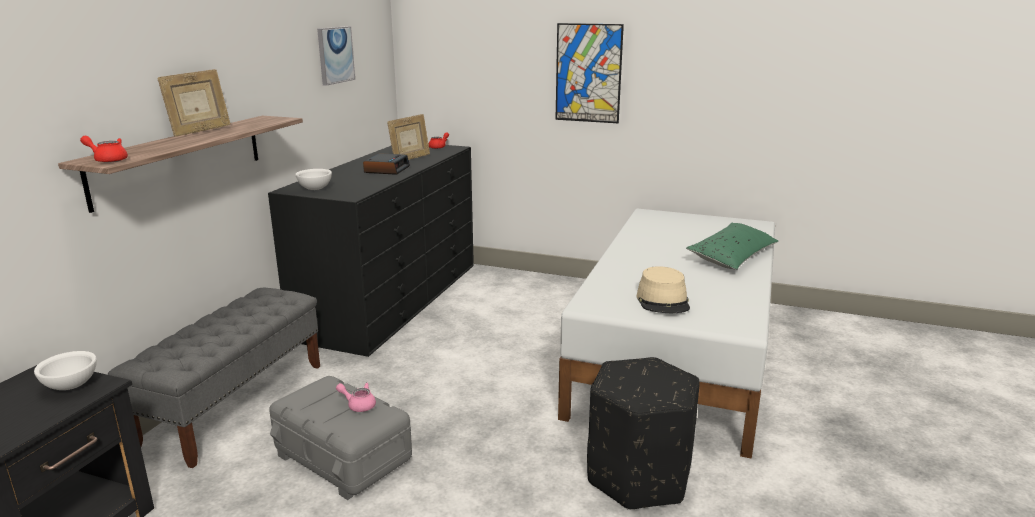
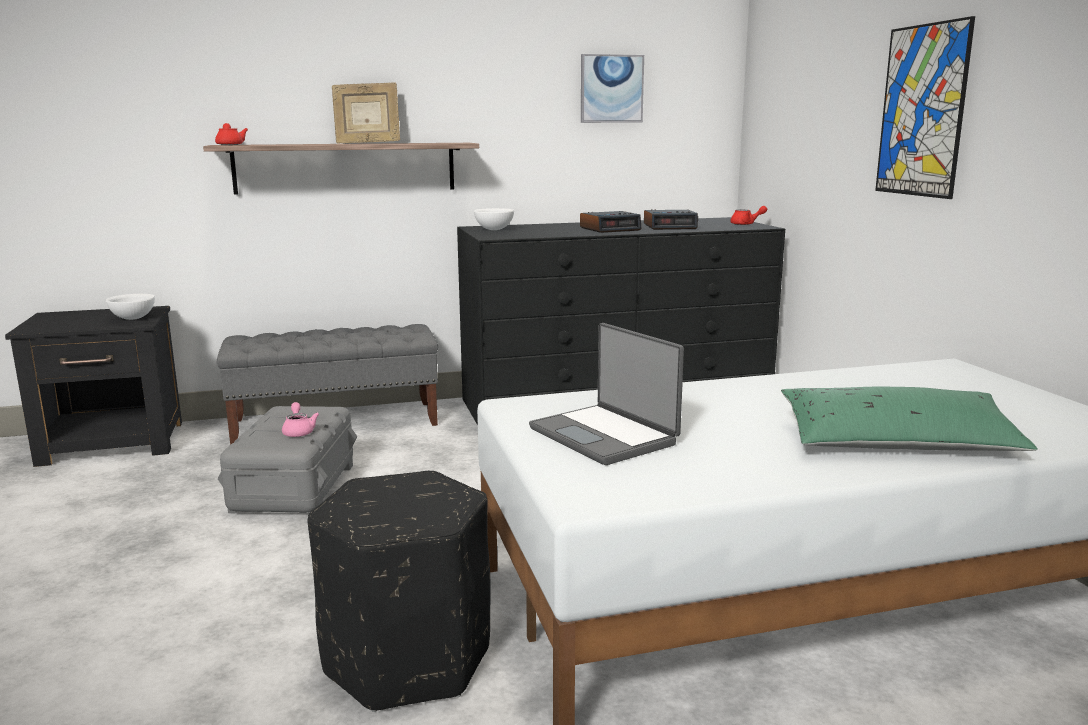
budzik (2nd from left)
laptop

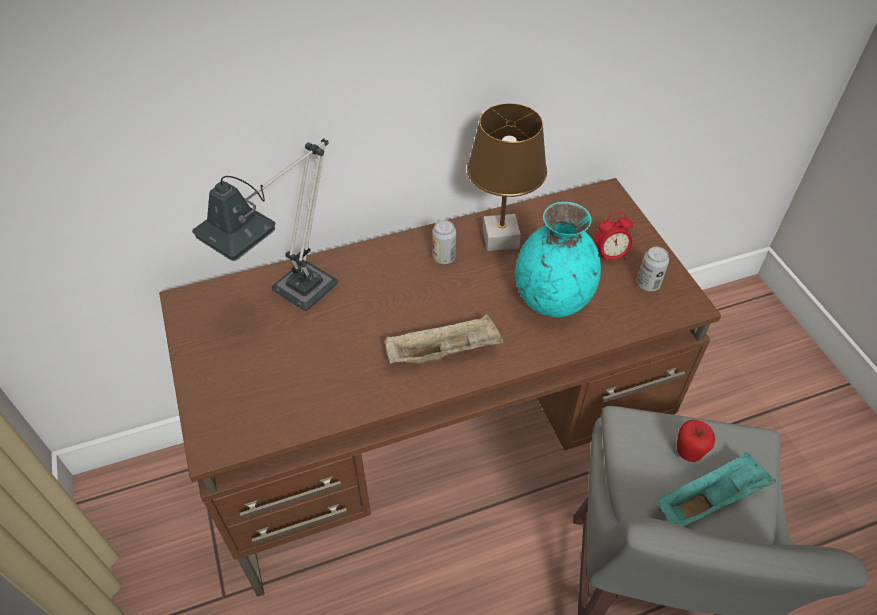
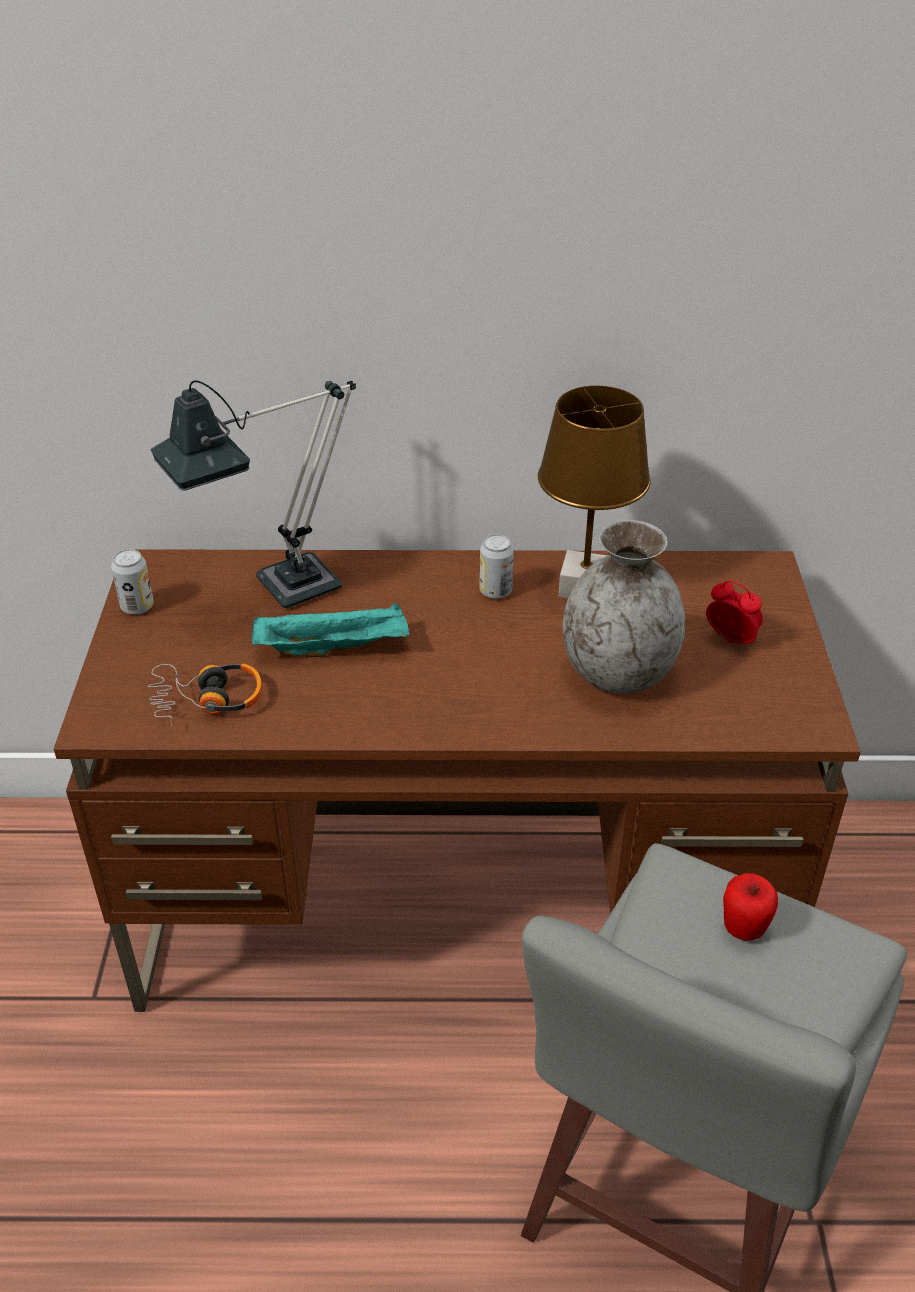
taca [beżowy]
wazon [szary]
budzik
puszka (1st from left)
taca [turkusowy]
słuchawki

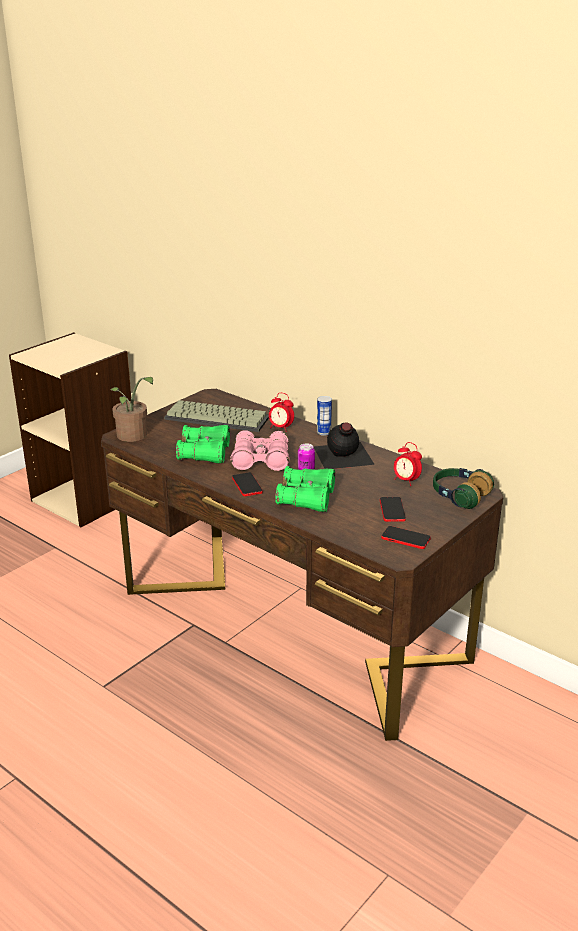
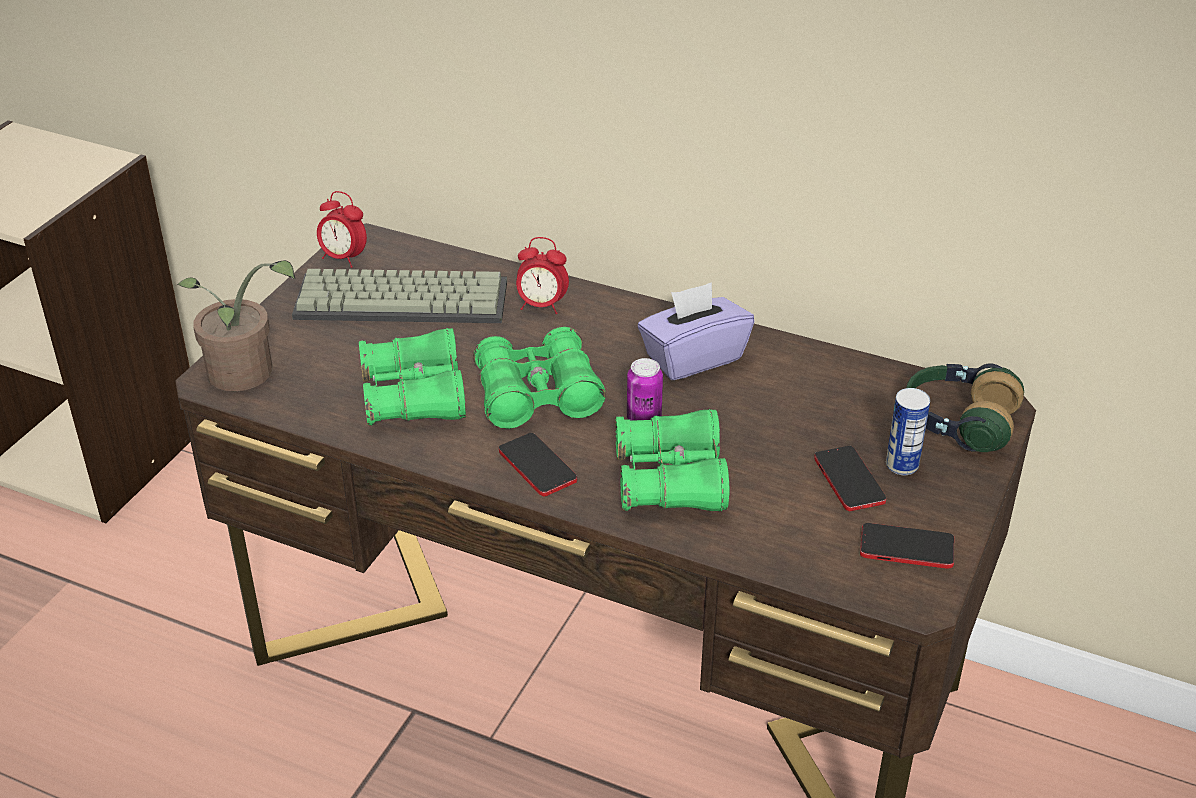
lornetka [zielony] (2nd from left)
pudełko chusteczek [fioletowy]
puszka (2nd from left)
budzik (1st from left)

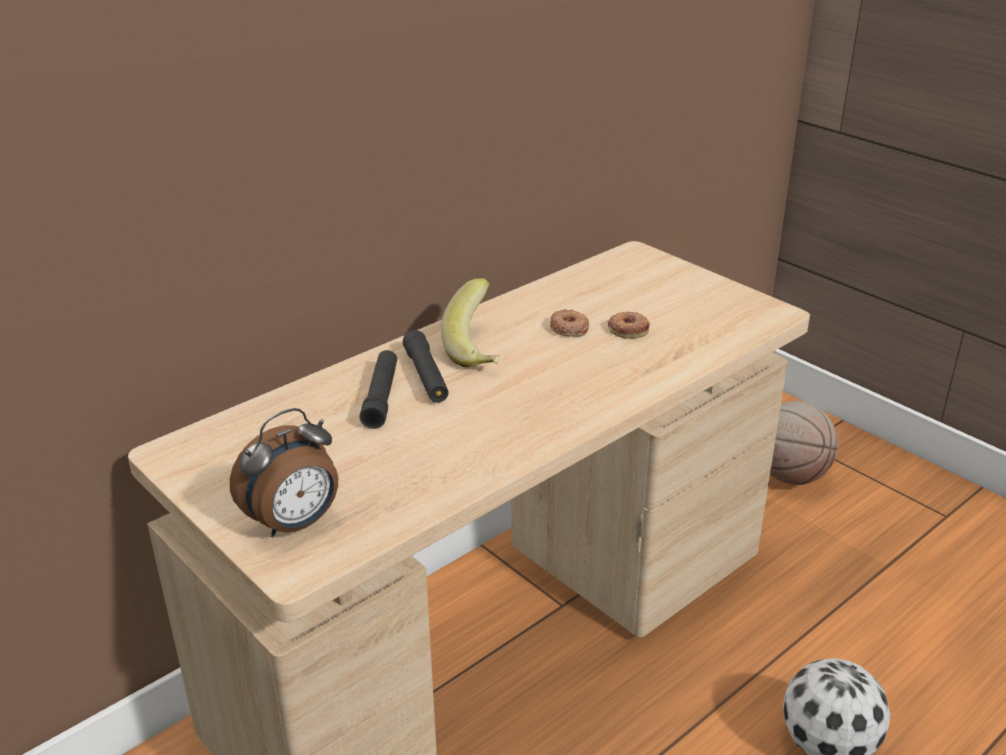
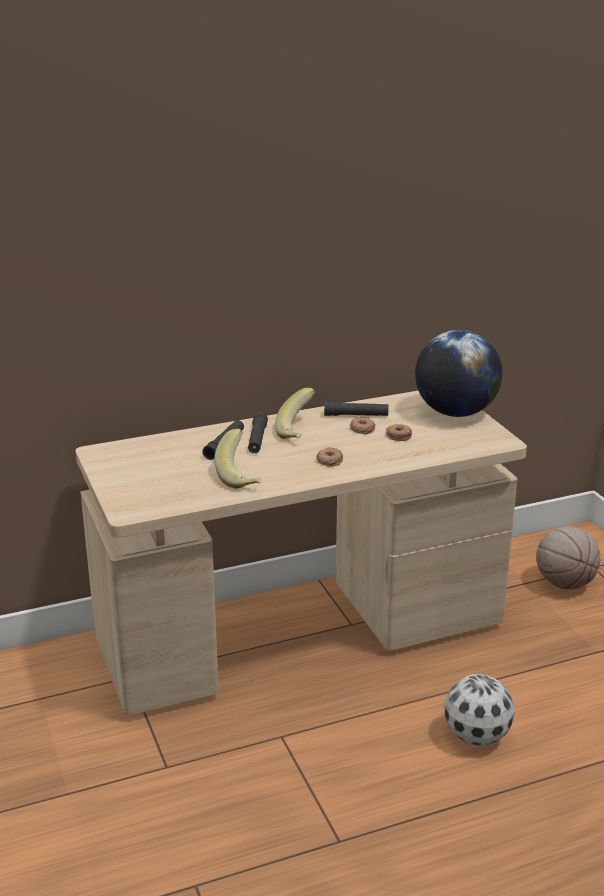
budzik
banan (1st from left)
donut (1st from left)
latarka [czarny] (3rd from left)
globus

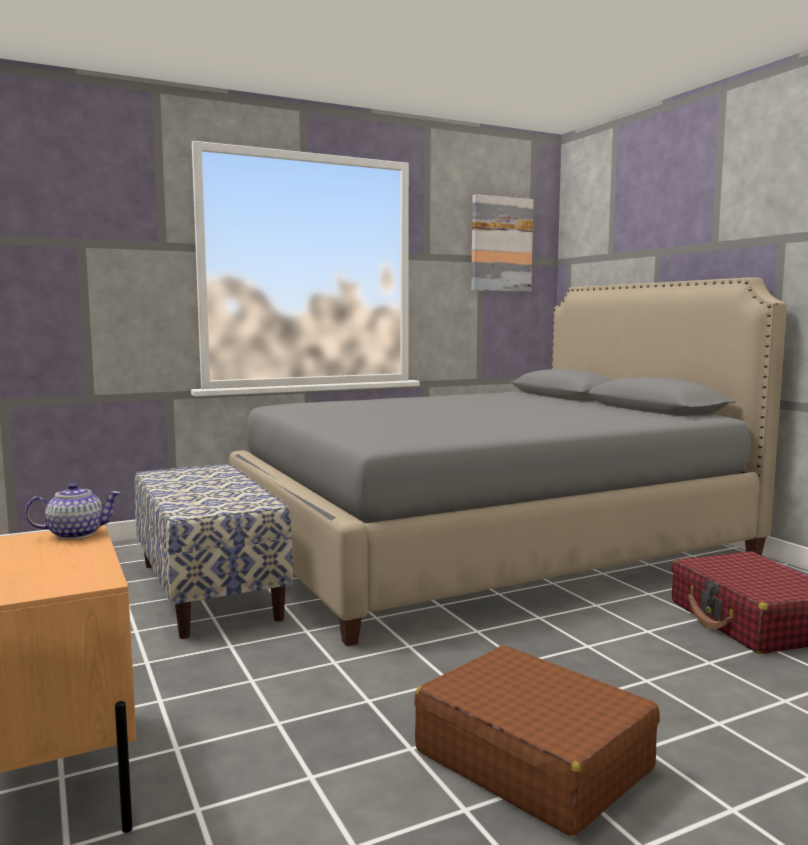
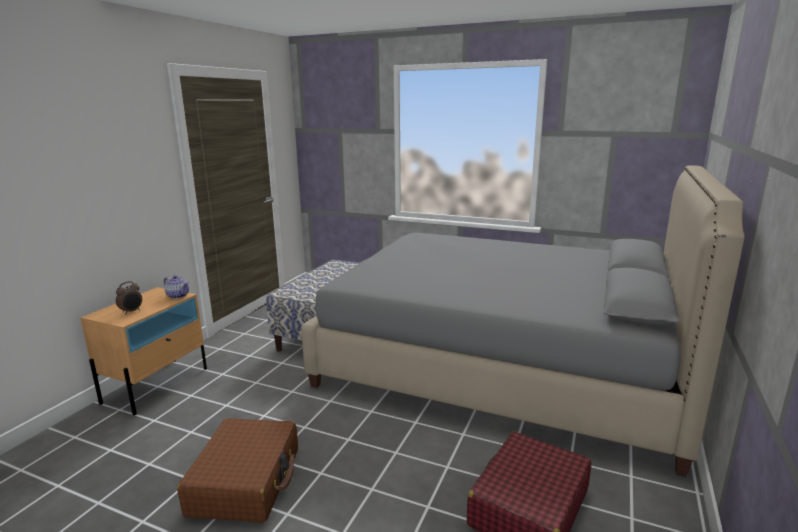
obraz
budzik

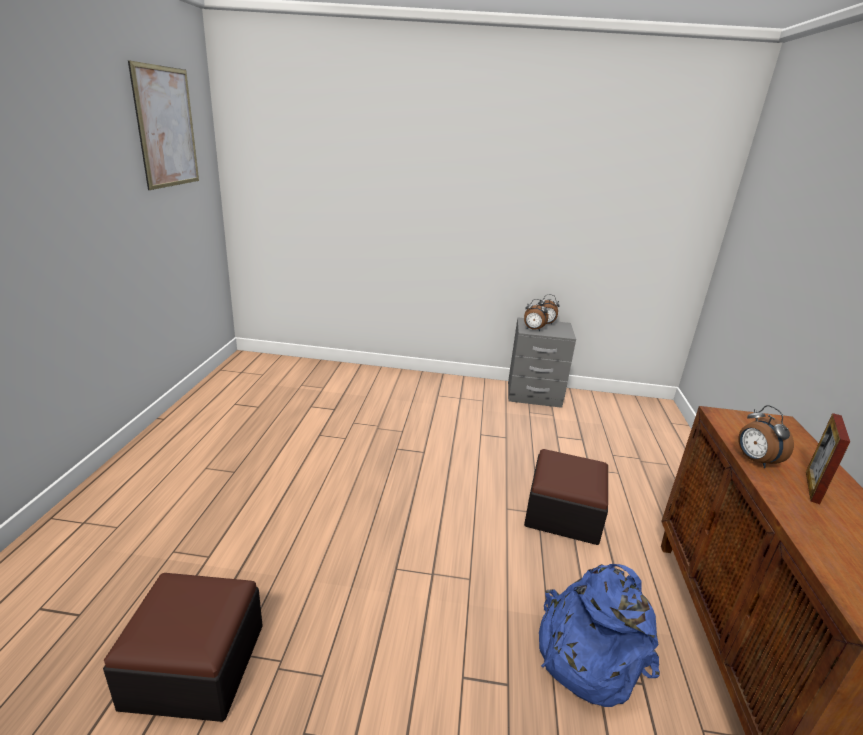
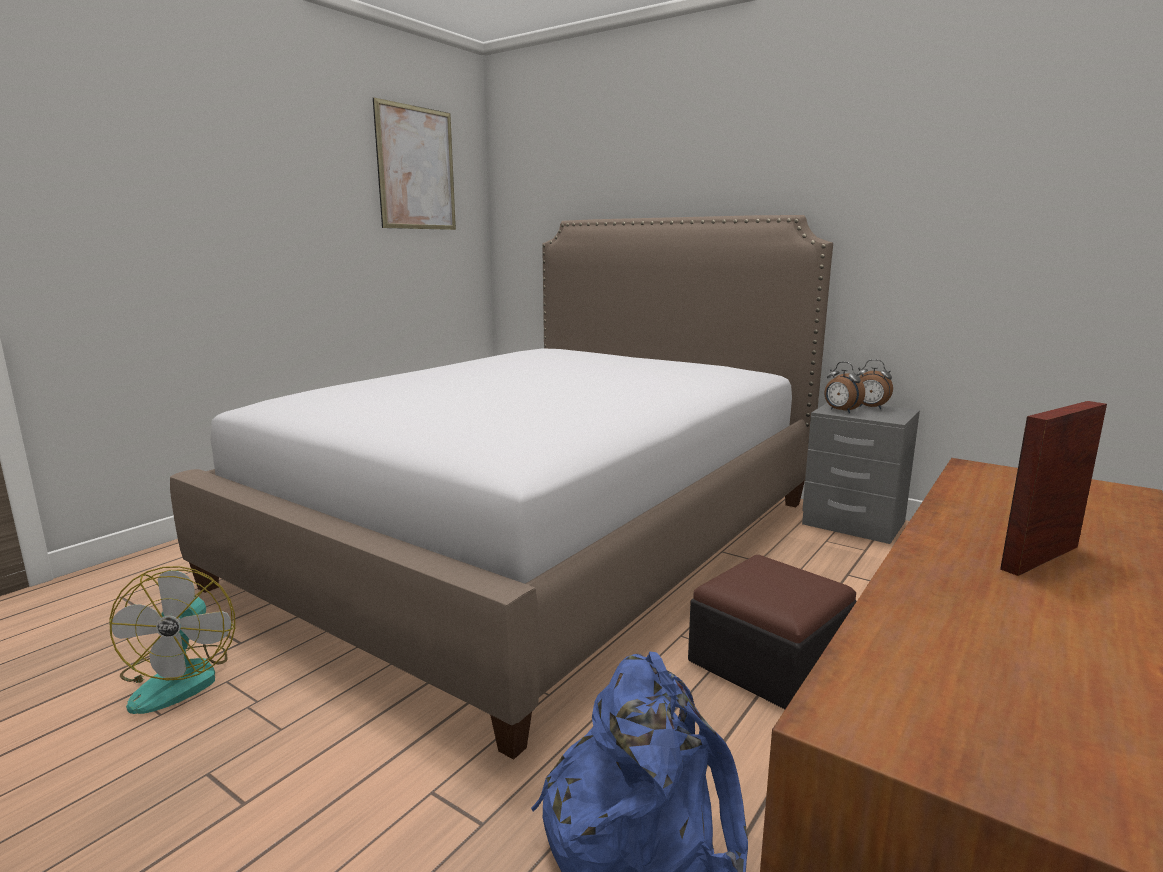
wentylator
budzik (3rd from left in the first image)
łóżko

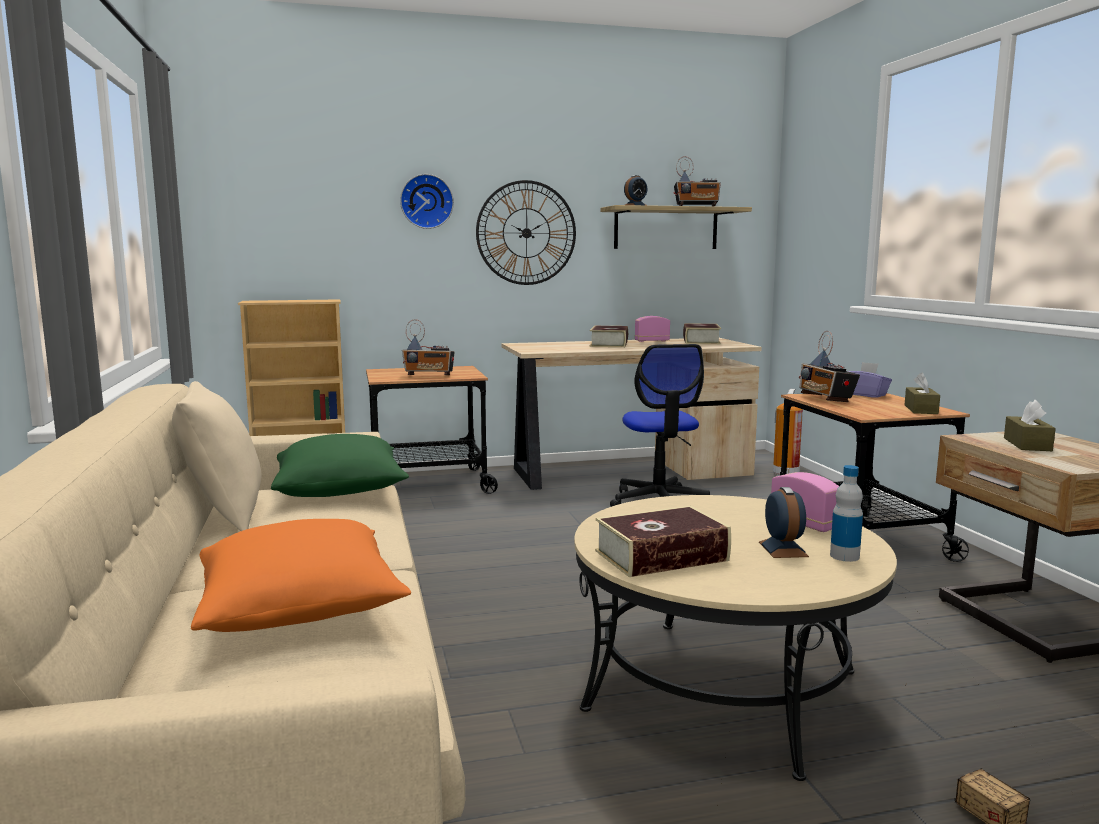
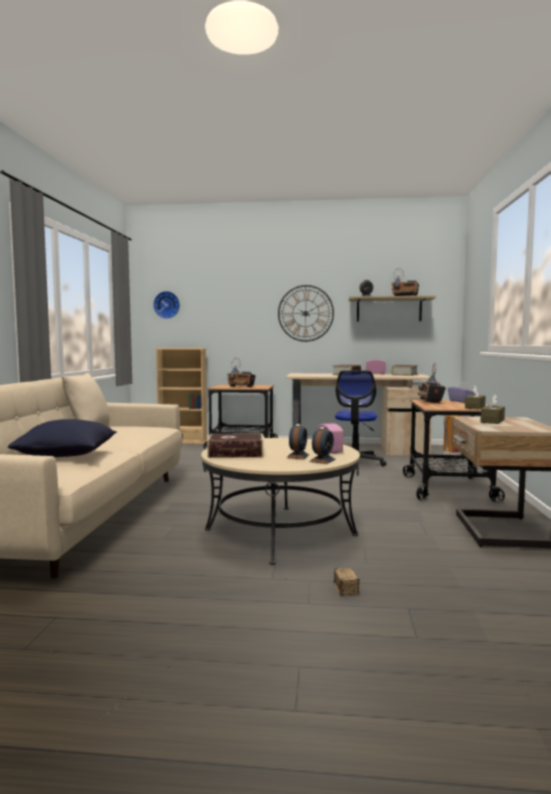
poduszka [niebieski]
poduszka [zielony]
zegar ścienny (1st from left)
budzik (2nd from left)

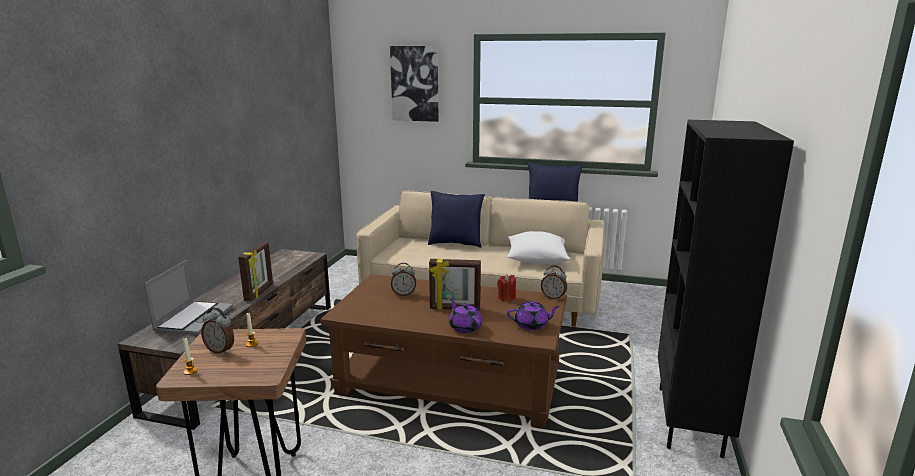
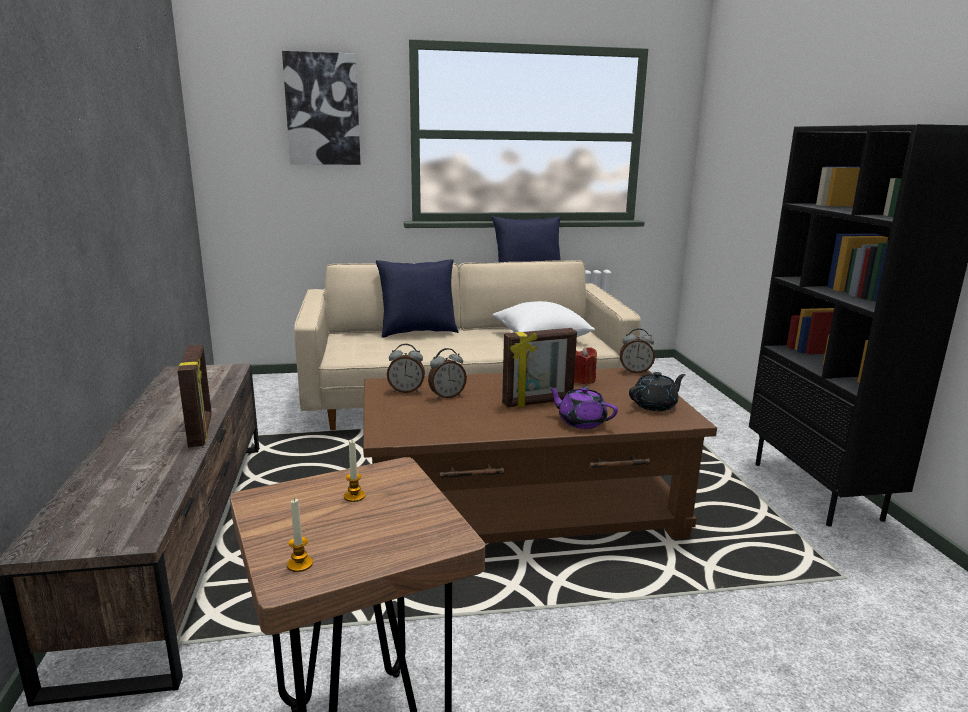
laptop
budzik (1st from left)
imbryk [czarny]

